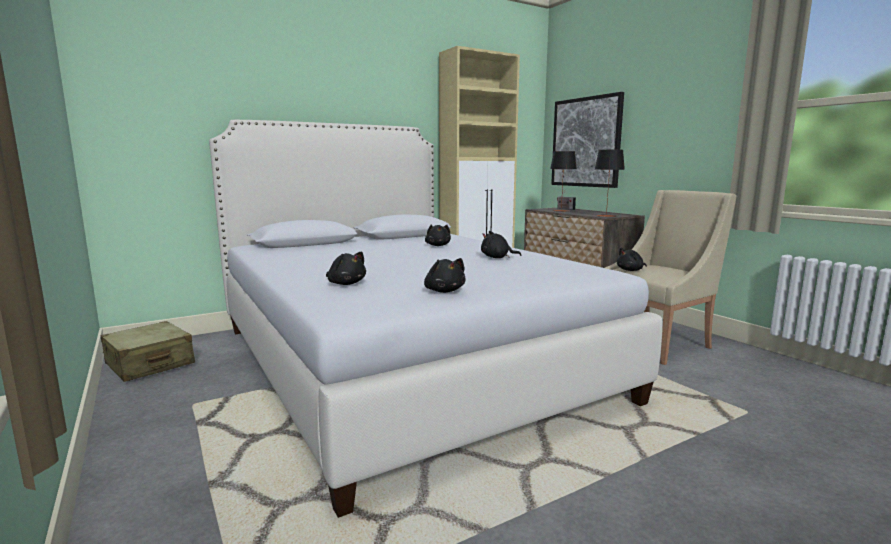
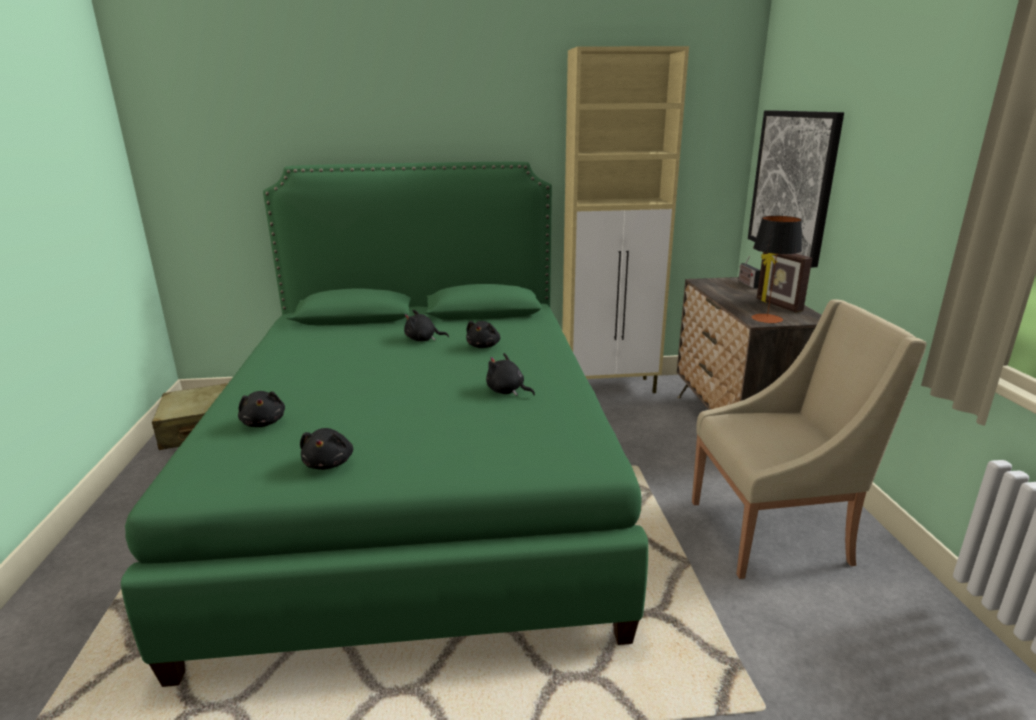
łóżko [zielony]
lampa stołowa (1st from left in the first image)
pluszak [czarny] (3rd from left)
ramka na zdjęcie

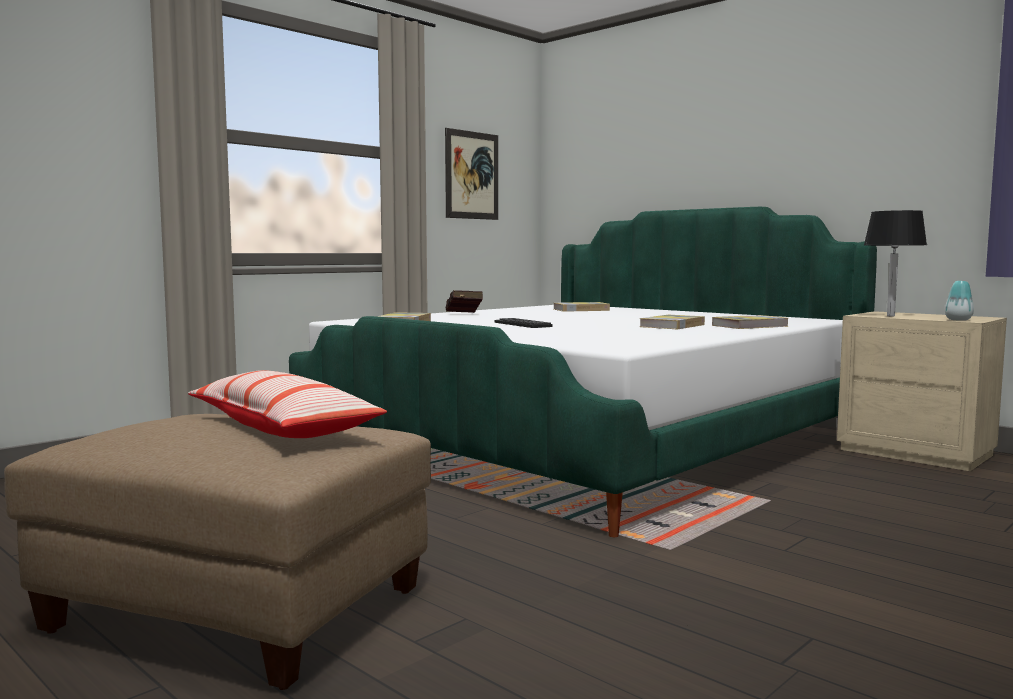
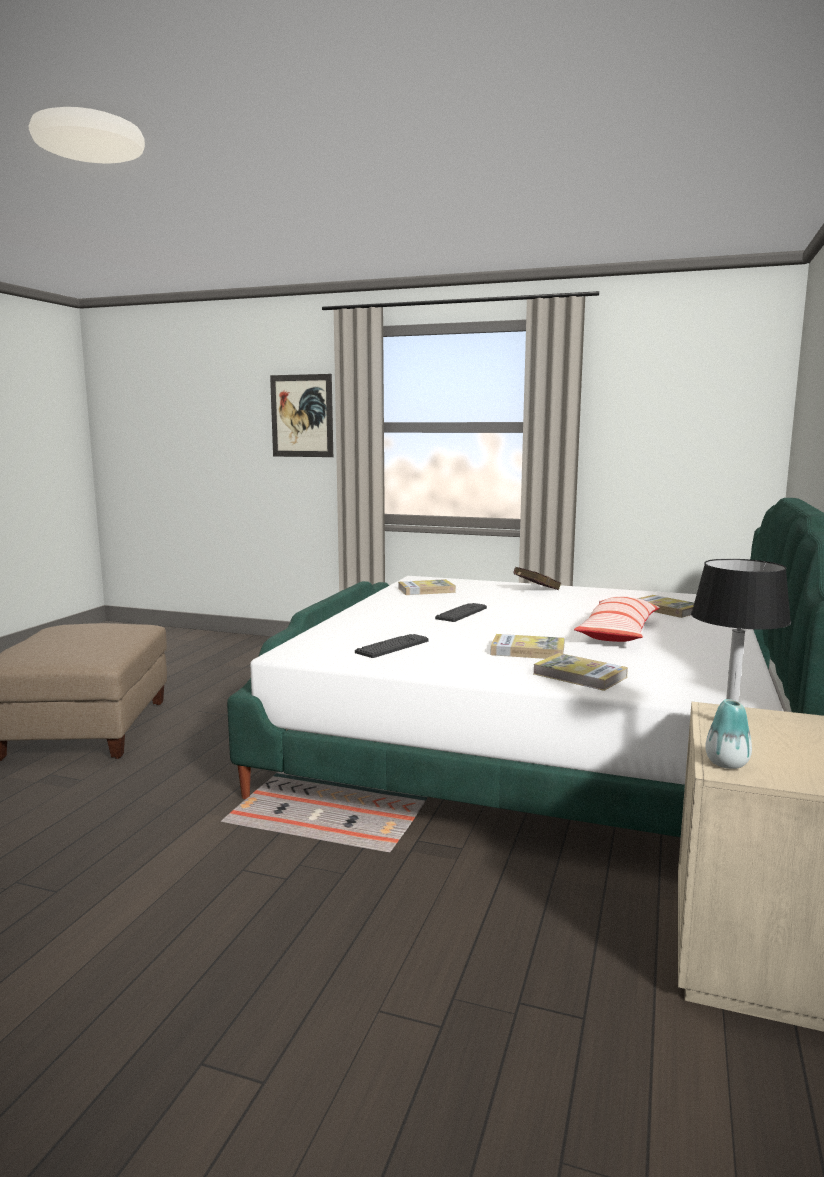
poduszka
obraz
klawiatura (1st from left)

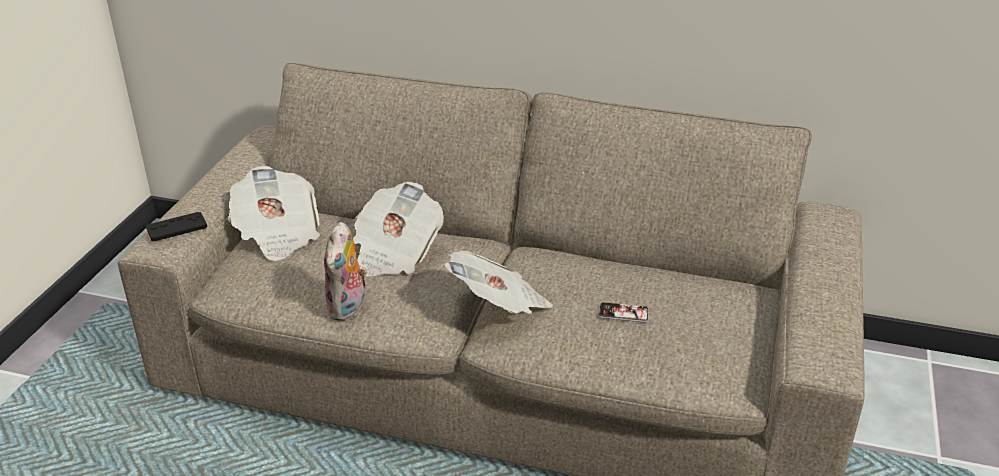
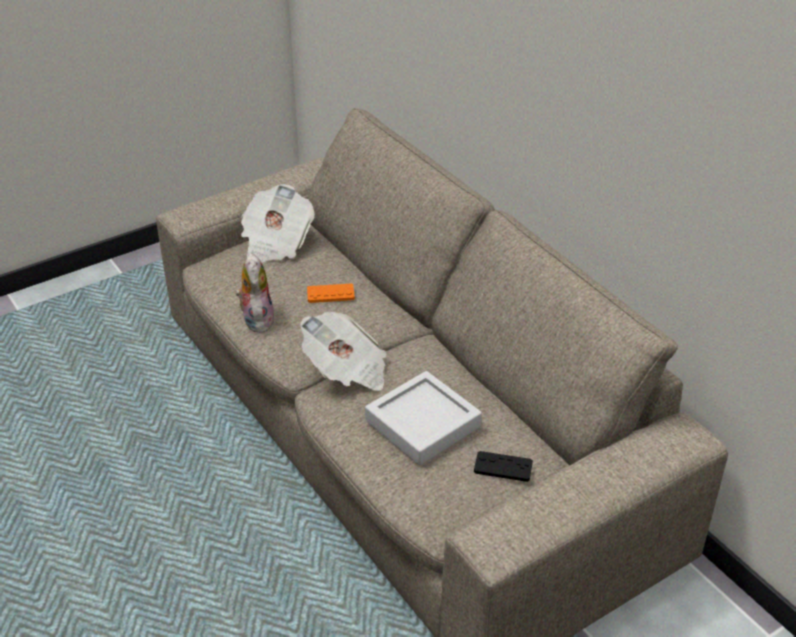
pad do gier [czarny]
pluszak
pad do gier [pomarańczowy]
taca [szary]

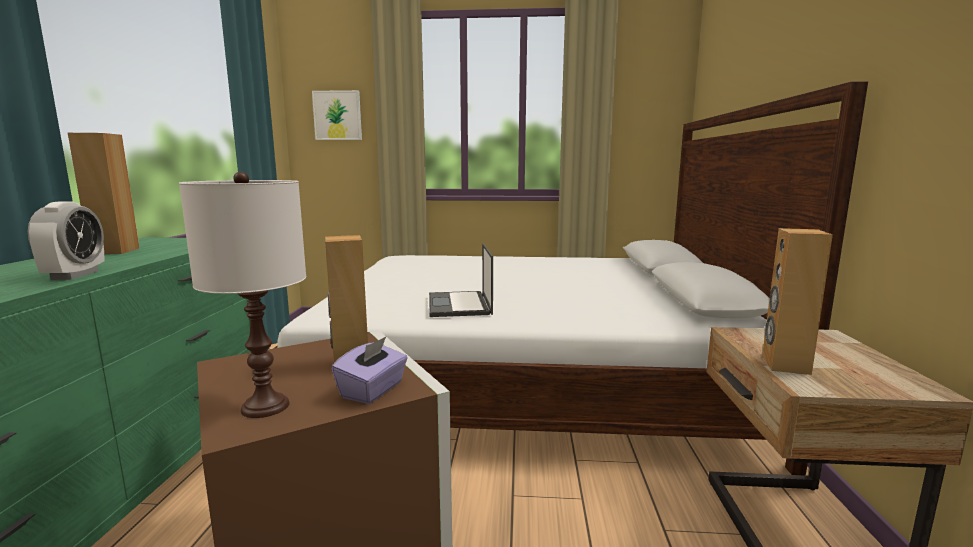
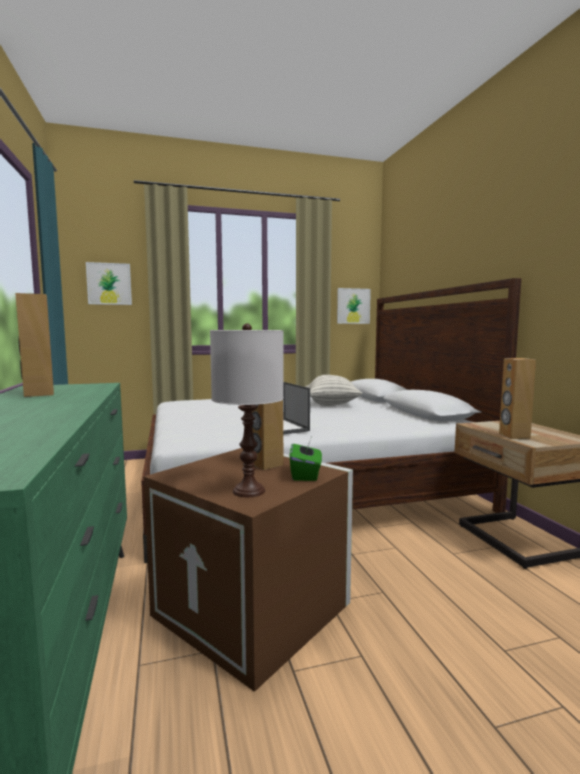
budzik
pudełko chusteczek [zielony]
poduszka
obraz (2nd from left)

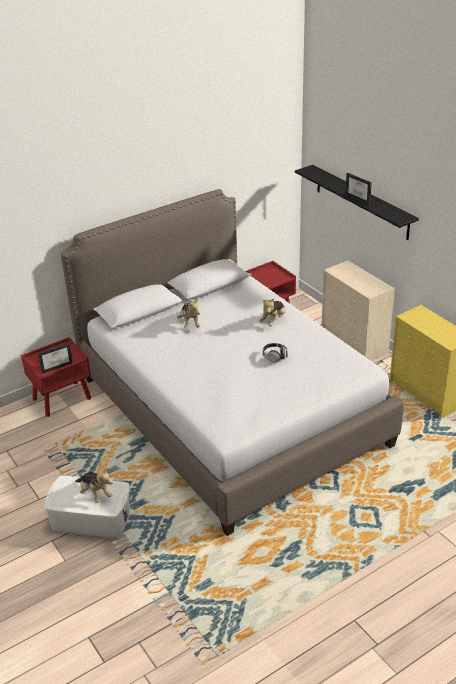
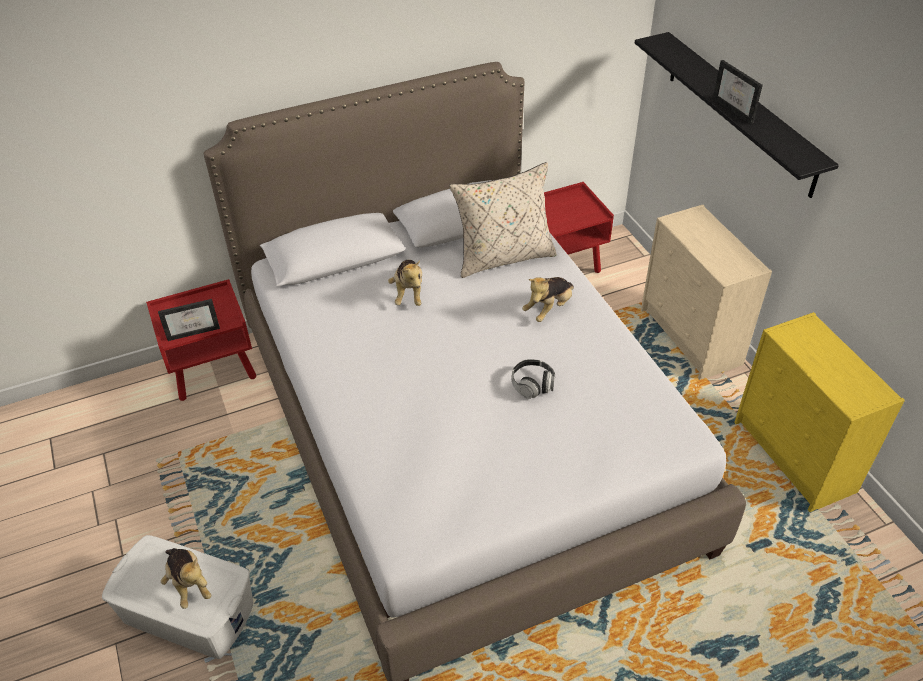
poduszka [beżowy]

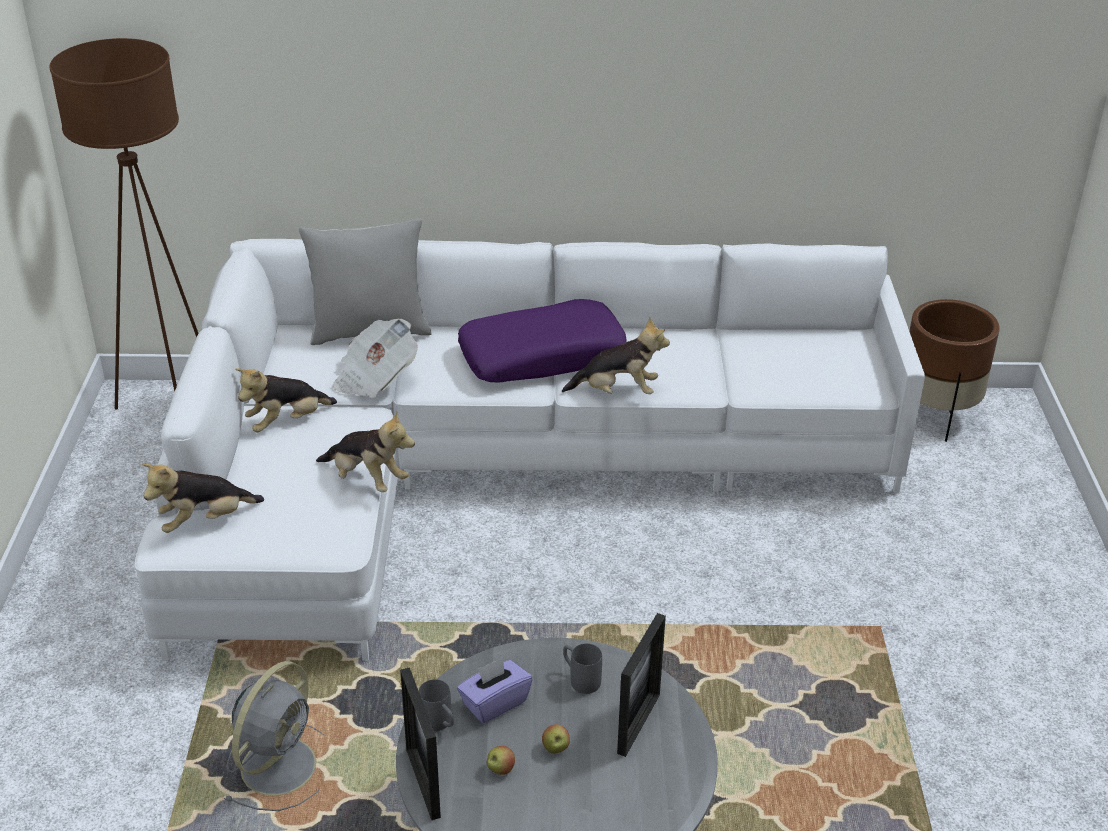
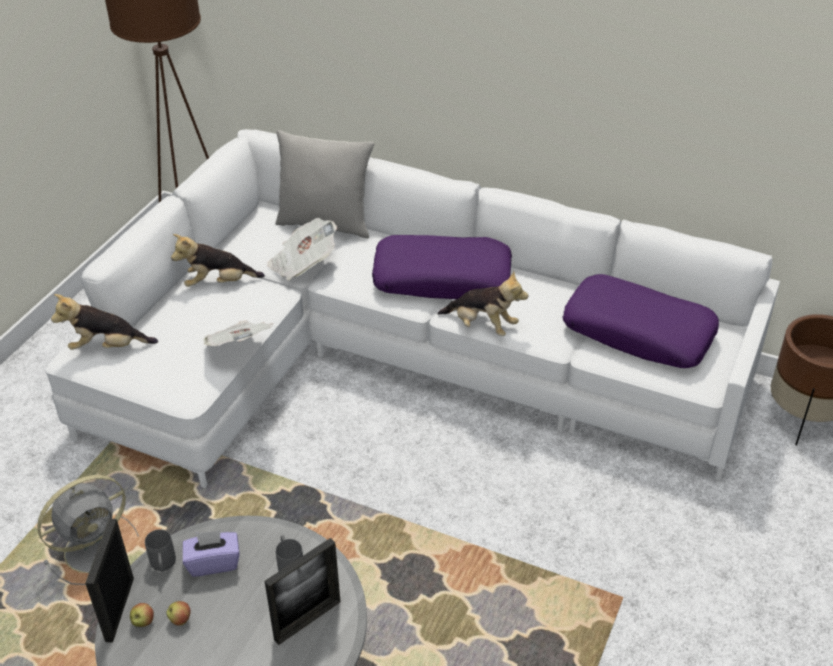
gazeta (1st from left)
jabłko (1st from left)
poduszka [fioletowy] (2nd from left)

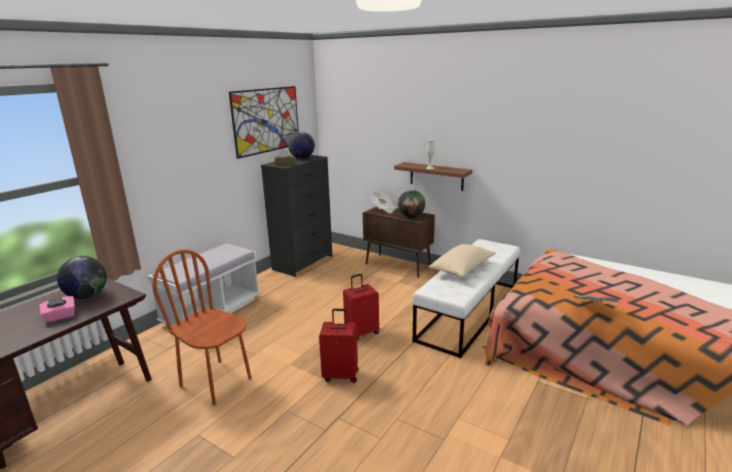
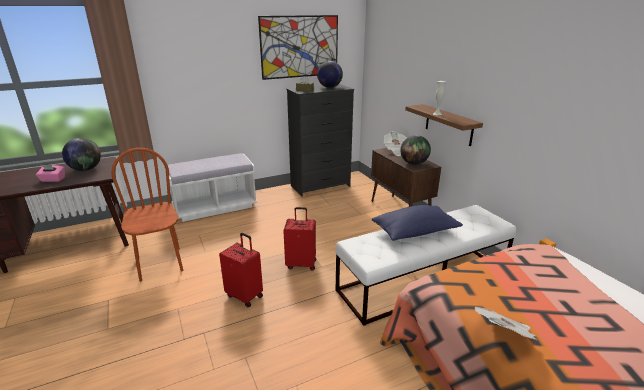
poduszka [niebieski]

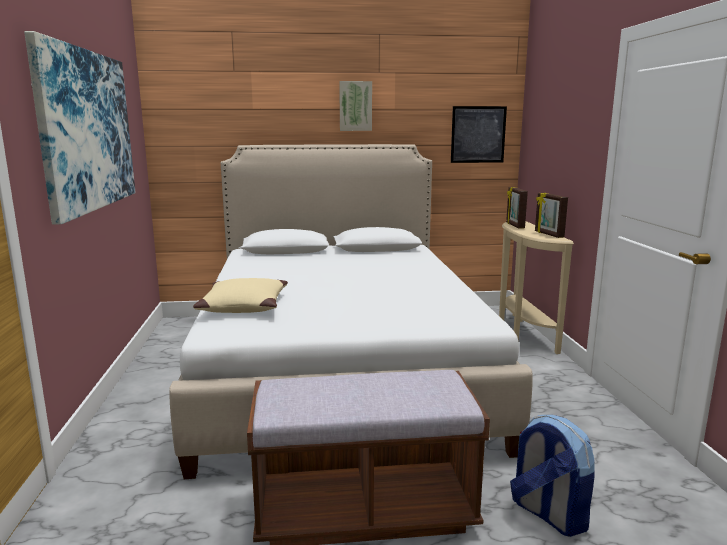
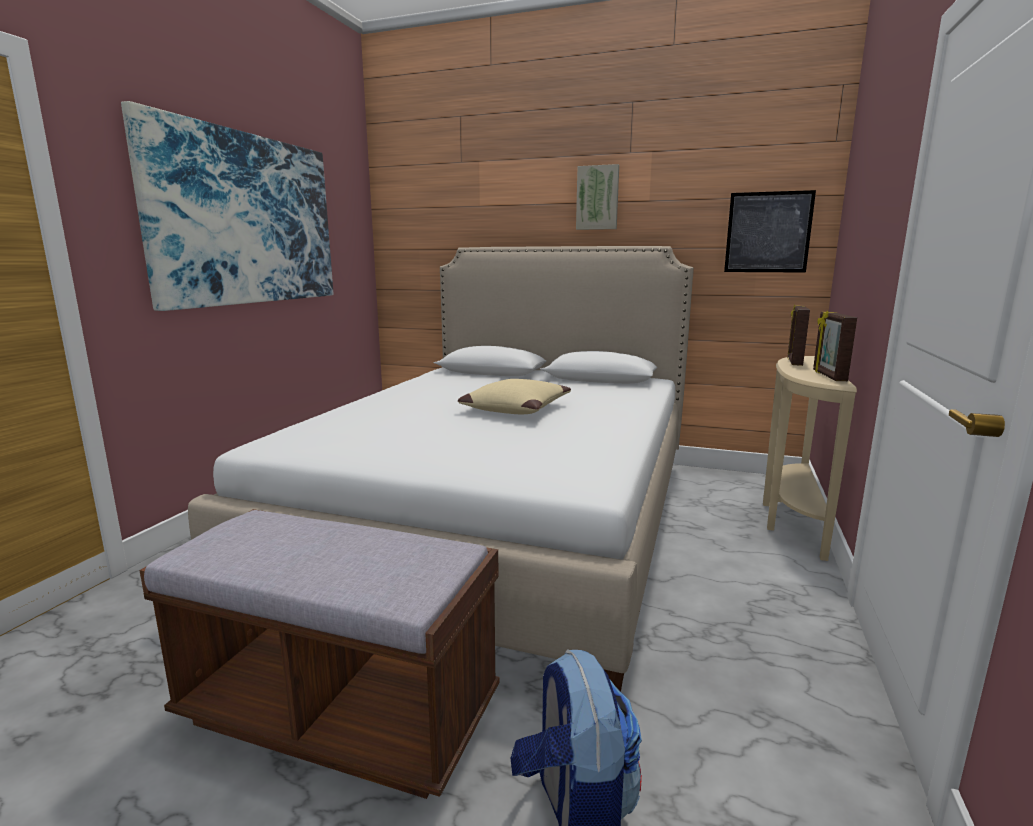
poduszka [beżowy]

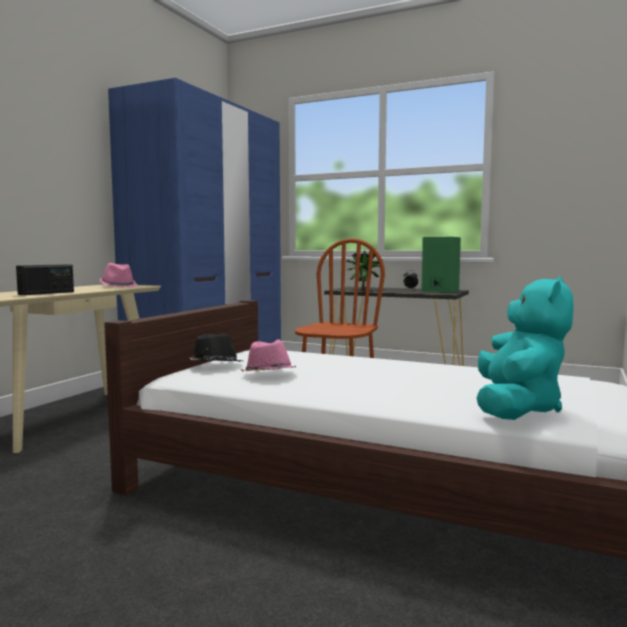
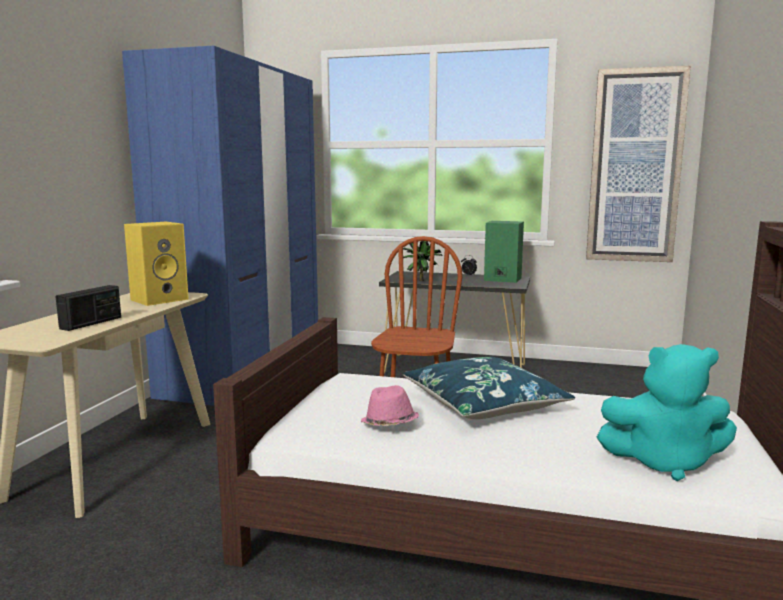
głośnik [żółty]
kapelusz [czarny]
pluszak [turkusowy]
poduszka [niebieski]
obraz

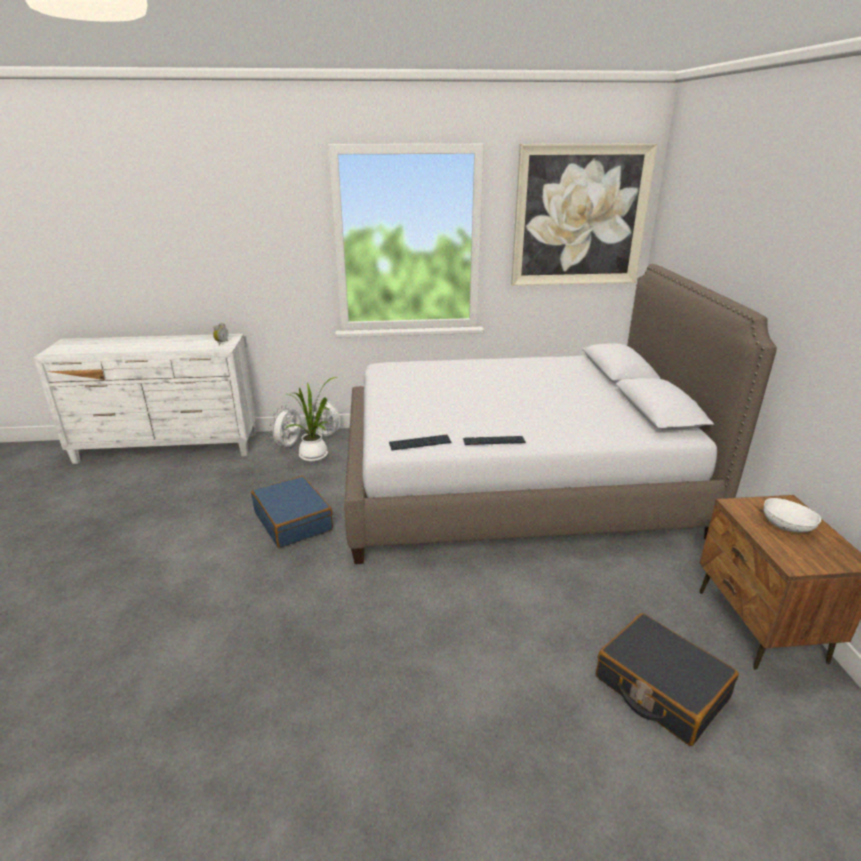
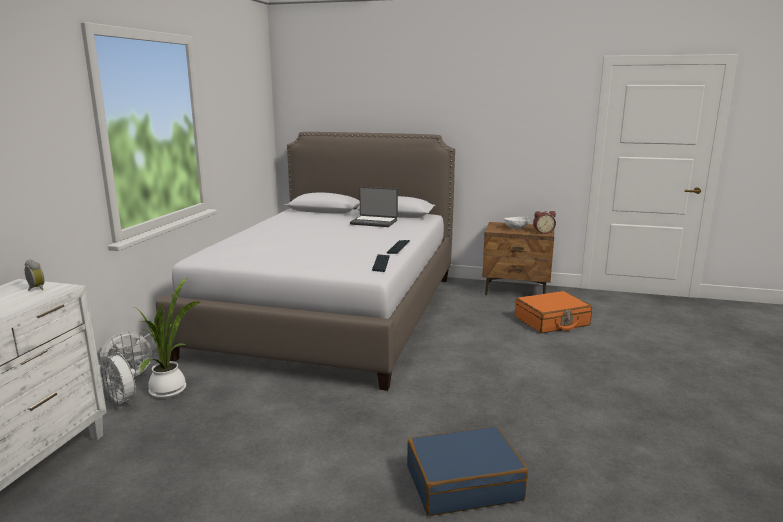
walizka [niebieski]
obraz
walizka [pomarańczowy]
laptop
budzik (2nd from left)

